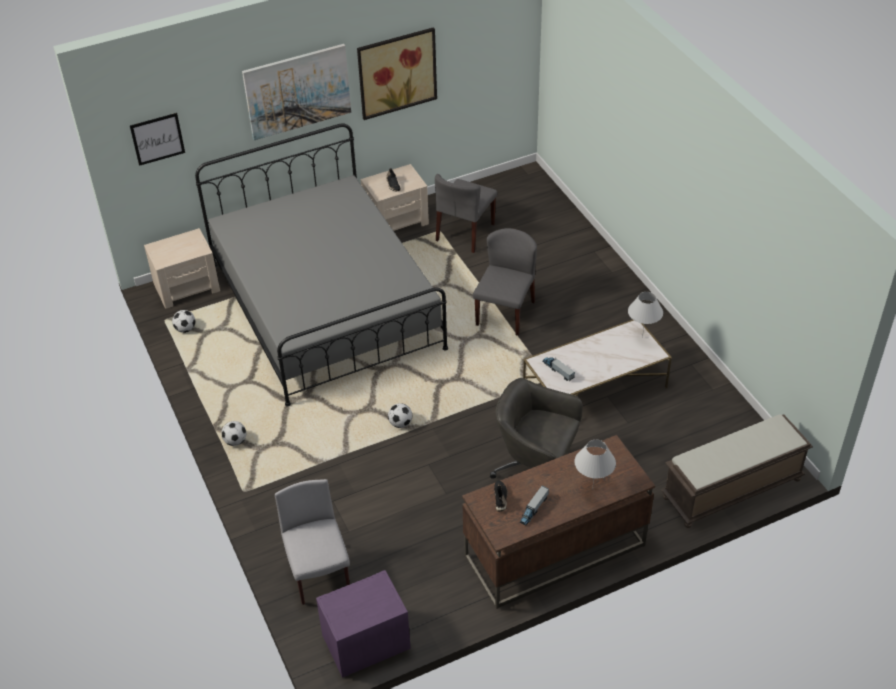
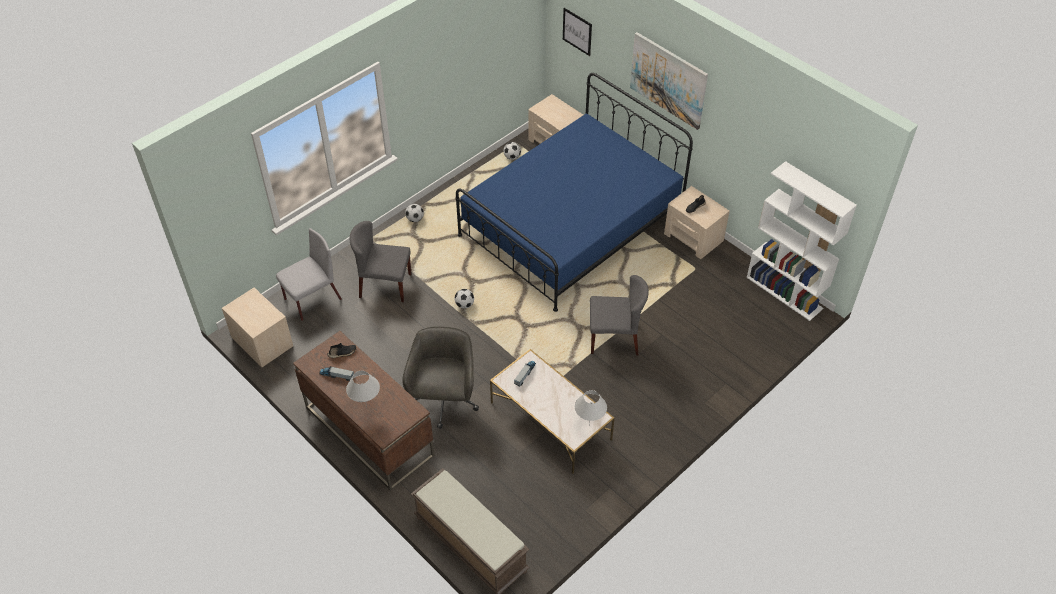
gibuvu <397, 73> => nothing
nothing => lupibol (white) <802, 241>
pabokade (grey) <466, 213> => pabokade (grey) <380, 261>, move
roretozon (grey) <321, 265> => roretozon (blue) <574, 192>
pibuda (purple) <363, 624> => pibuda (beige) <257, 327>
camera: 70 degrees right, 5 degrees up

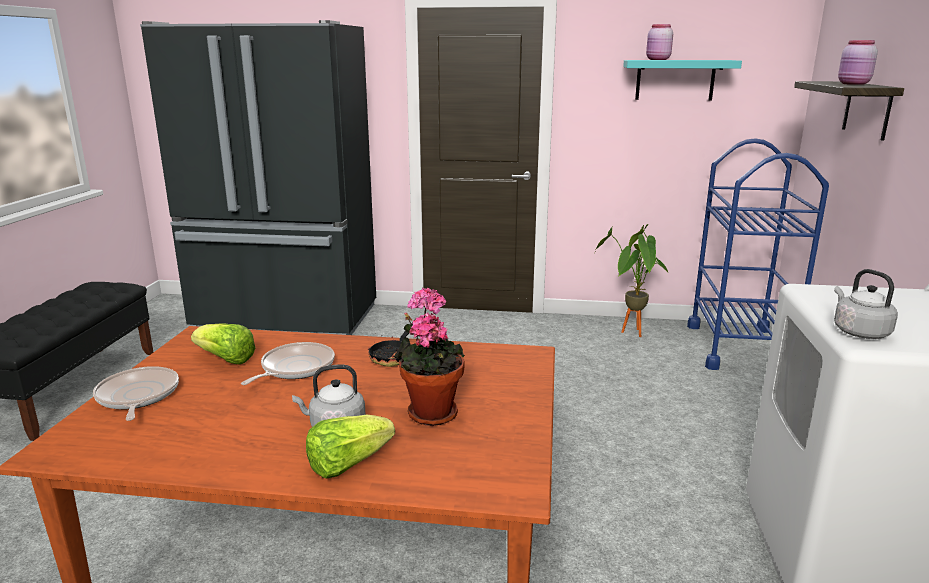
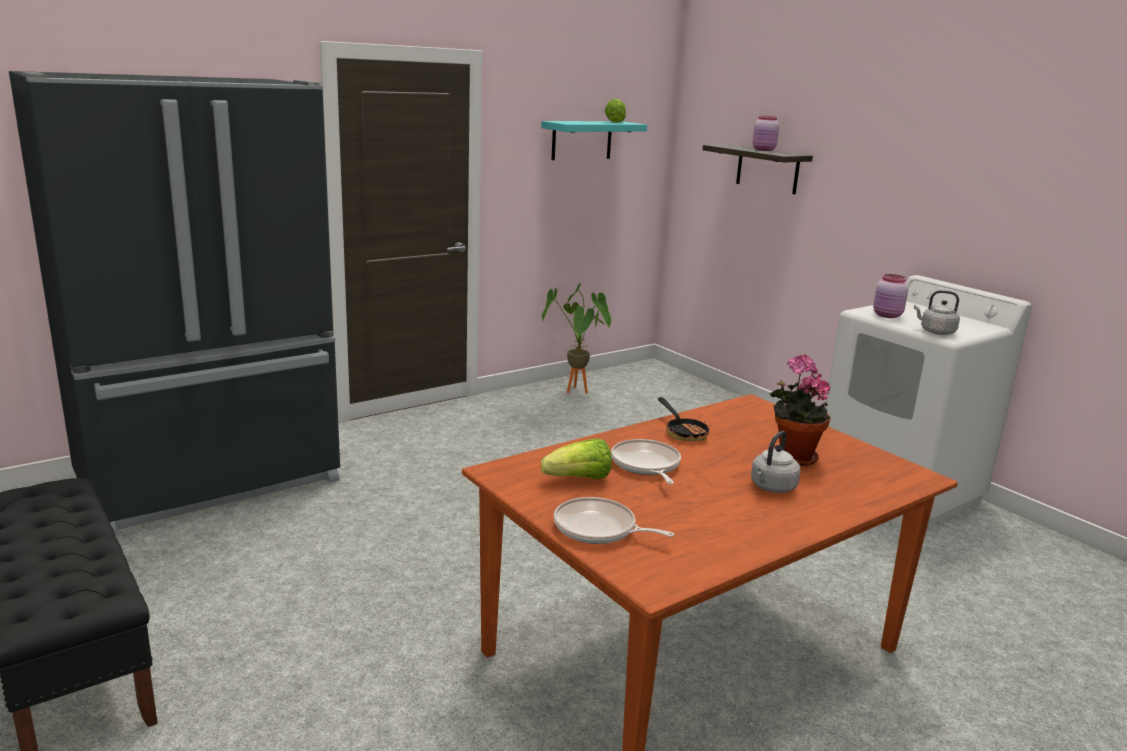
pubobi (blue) <758, 254> => nothing
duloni <350, 446> => duloni <615, 111>, move
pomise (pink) <659, 42> => pomise (pink) <891, 296>, move
camera: 45 degrees left, 0 degrees up

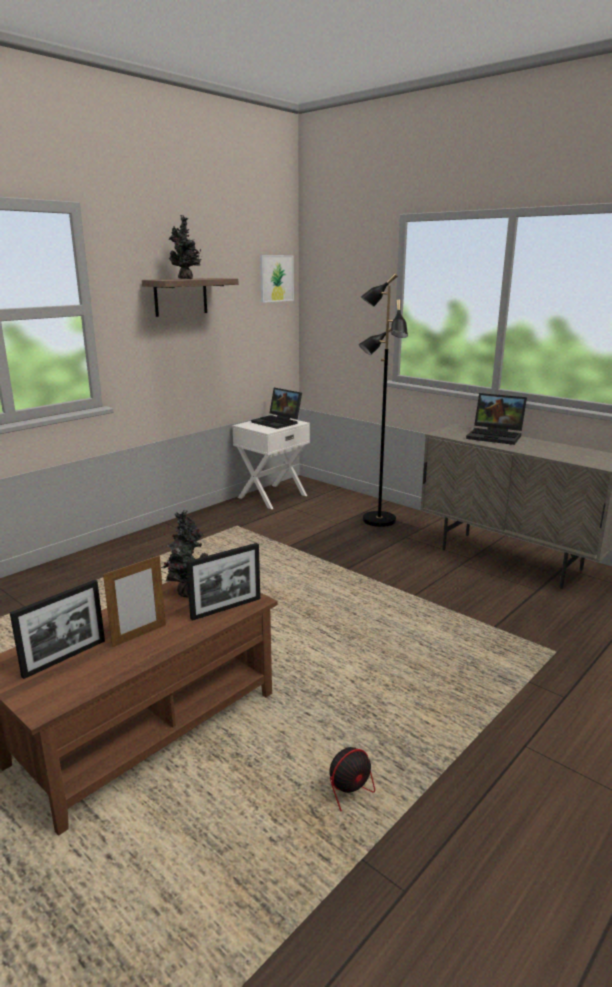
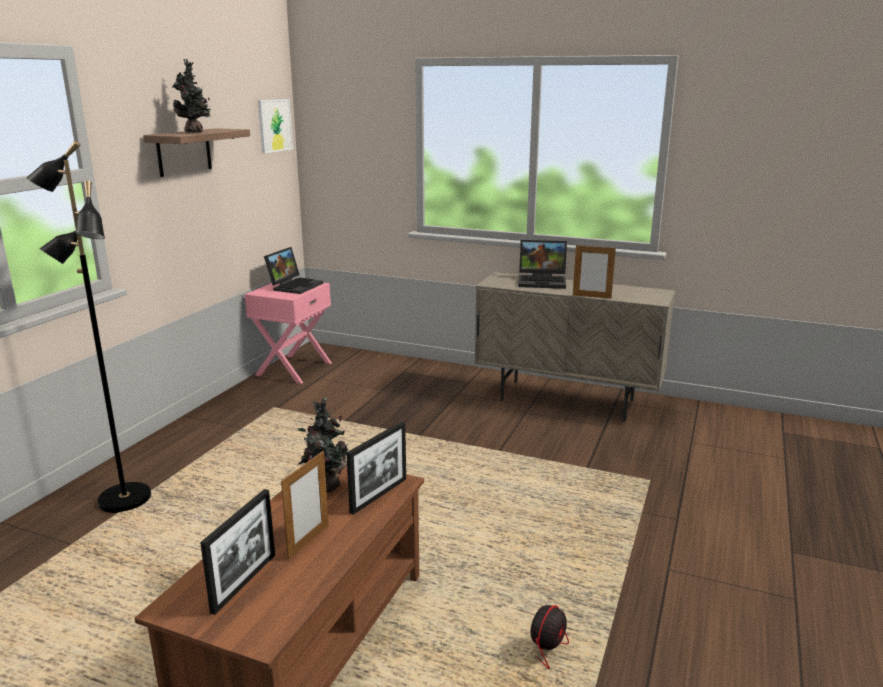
nothing => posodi <594, 272>
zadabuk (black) <383, 400> => zadabuk (black) <89, 327>, move
pibuda (white) <271, 462> => pibuda (pink) <288, 331>
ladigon <276, 408> => ladigon <293, 270>, 90 degrees counterclockwise
camera: 20 degrees left, 0 degrees up

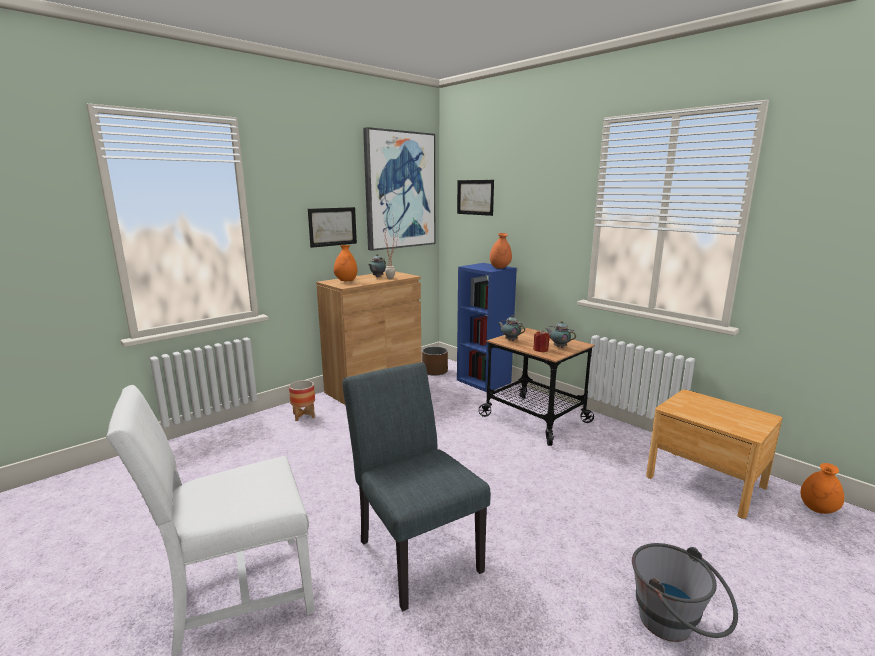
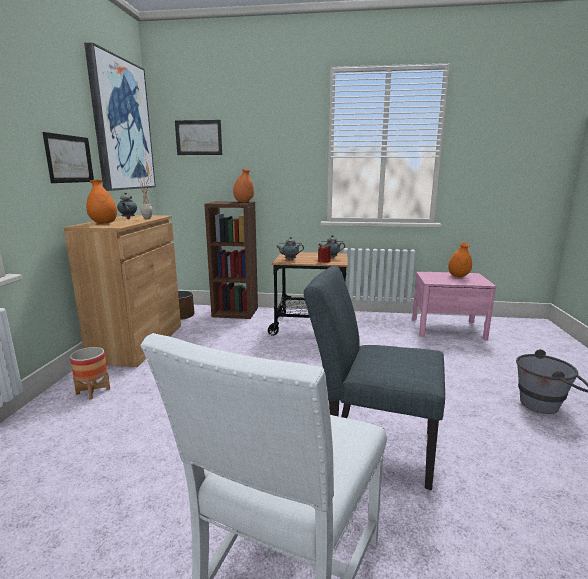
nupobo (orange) <822, 488> => nupobo (orange) <460, 260>, move
lupibol (blue) <487, 327> => lupibol (brown) <231, 260>
pibuda (brown) <714, 454> => pibuda (pink) <454, 305>
camera: 40 degrees left, 0 degrees up

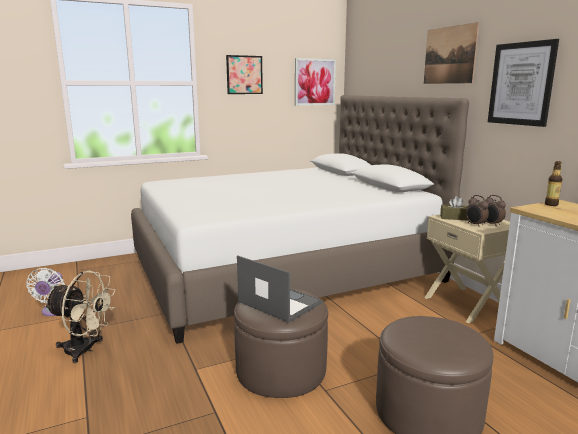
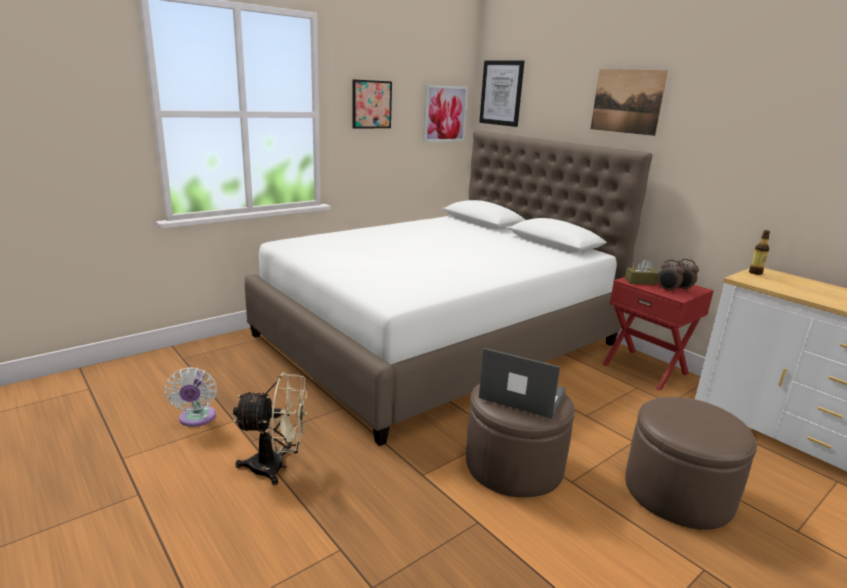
gibuvu <523, 83> => gibuvu <501, 93>, move
pibuda (beige) <467, 268> => pibuda (red) <658, 334>
camera: 15 degrees left, 5 degrees up

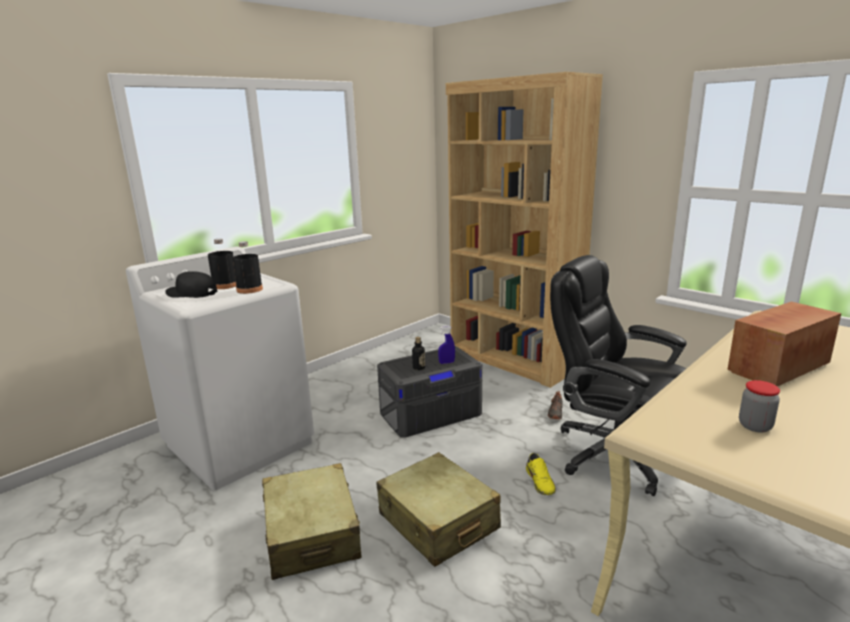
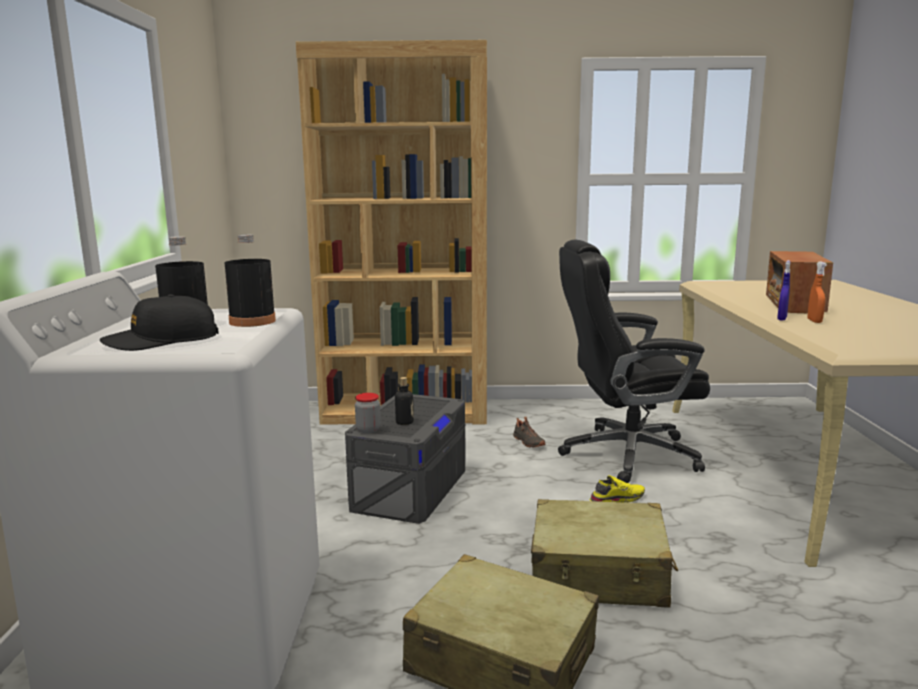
nothing => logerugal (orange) <817, 292>
logerugal (blue) <446, 345> => logerugal (blue) <784, 290>, move
pomise <759, 406> => pomise <368, 413>, move
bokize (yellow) <541, 474> => bokize (yellow) <617, 488>, 60 degrees counterclockwise
camera: 45 degrees left, 5 degrees down

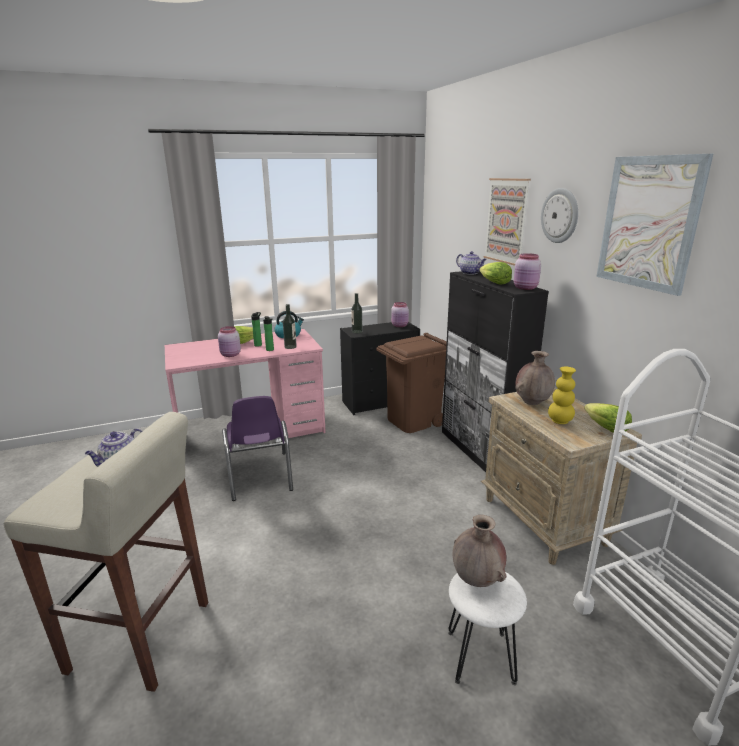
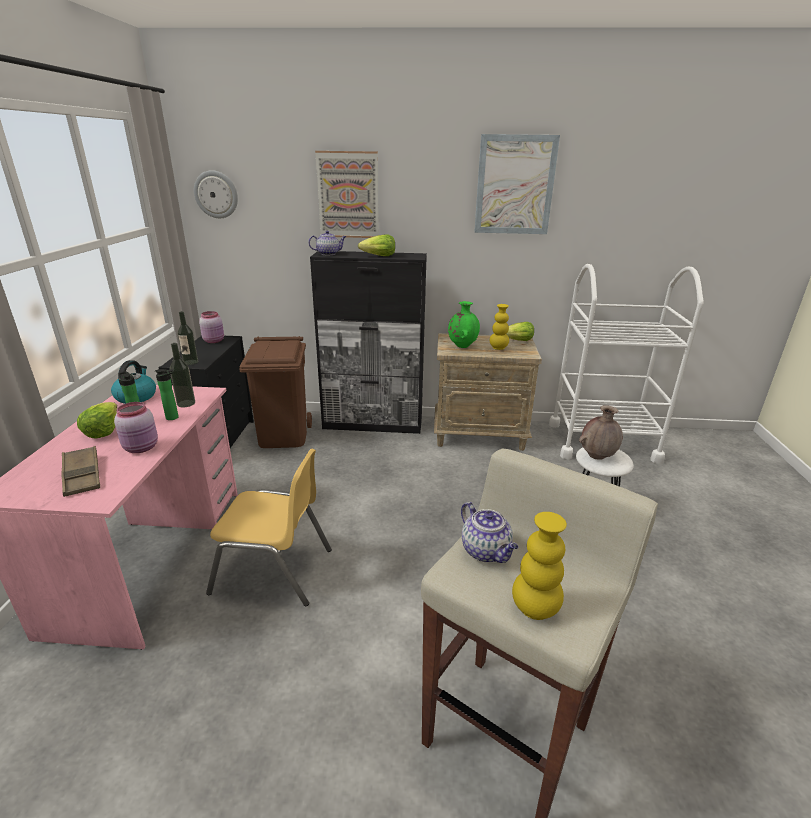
pomise (pink) <527, 271> => nothing
nothing => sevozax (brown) <80, 471>
nothing => nupobo (yellow) <539, 566>
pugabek <559, 215> => pugabek <216, 194>, move
pabokade (purple) <257, 448> => pabokade (yellow) <269, 527>
nupobo (brown) <535, 378> => nupobo (green) <464, 324>
camera: 65 degrees left, 5 degrees up

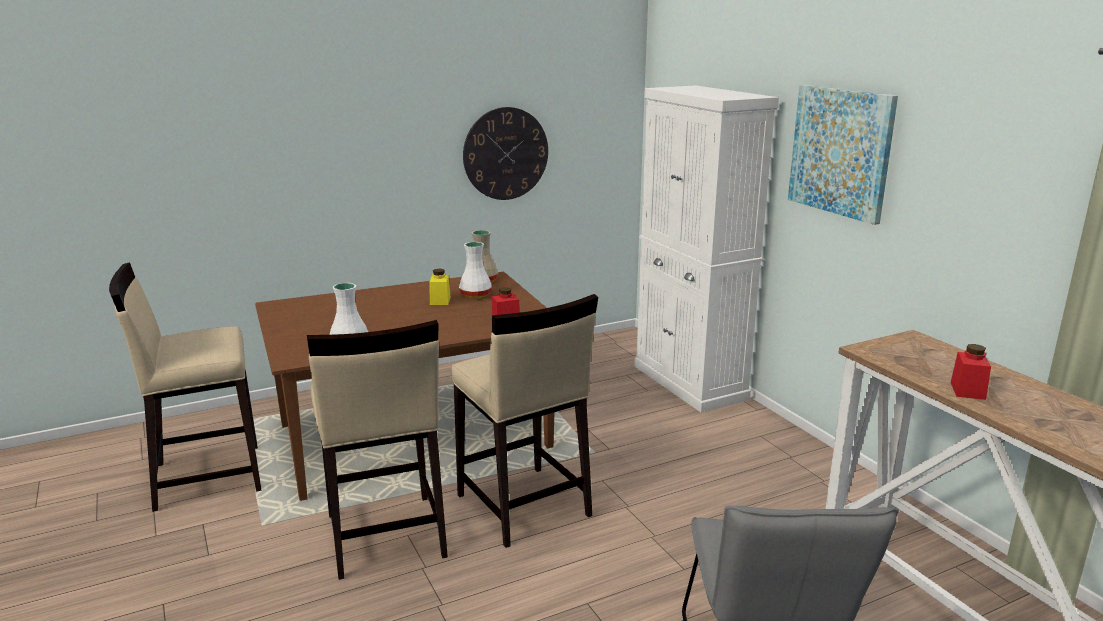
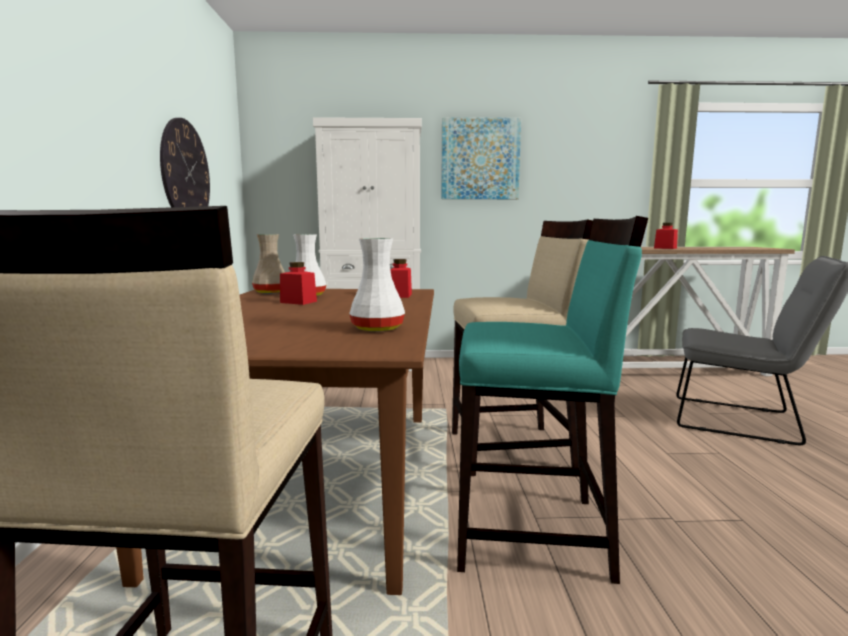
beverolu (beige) <377, 450> => beverolu (turquoise) <552, 400>
pomise (yellow) <439, 287> => pomise (red) <298, 283>
camera: 65 degrees left, 10 degrees down

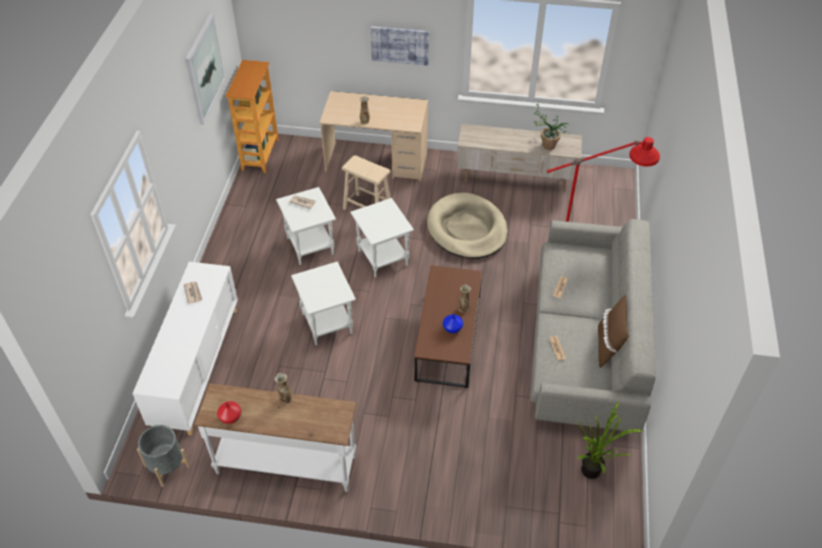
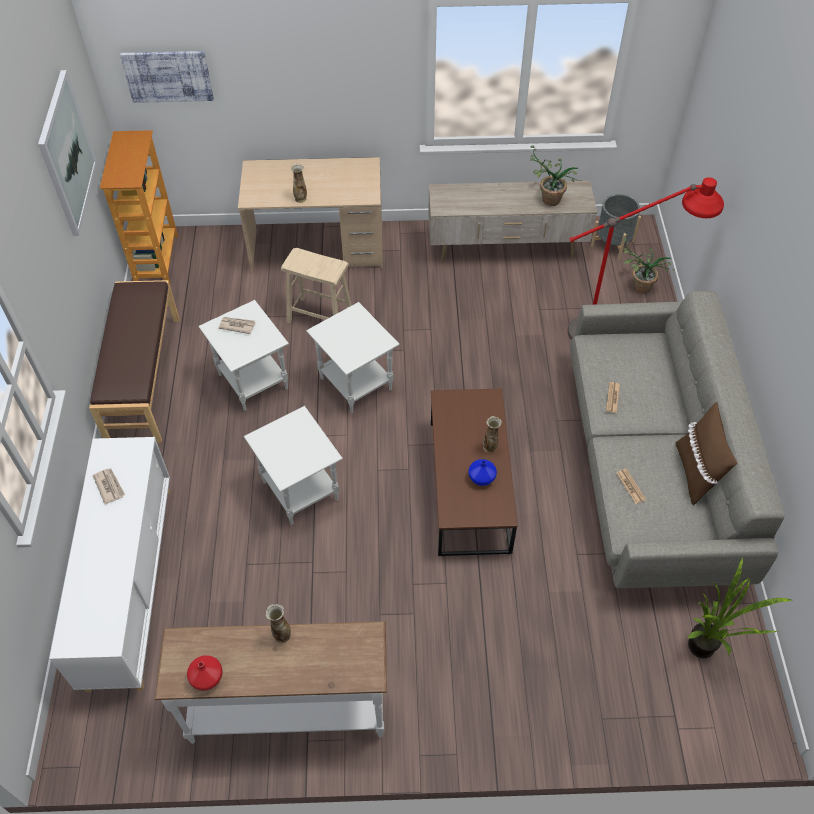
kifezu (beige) <467, 225> => nothing
nothing => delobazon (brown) <134, 361>
nothing => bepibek <649, 266>
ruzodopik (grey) <163, 456> => ruzodopik (grey) <616, 227>, move
gibuvu <400, 46> => gibuvu <167, 77>, move
camera: 10 degrees left, 5 degrees up

